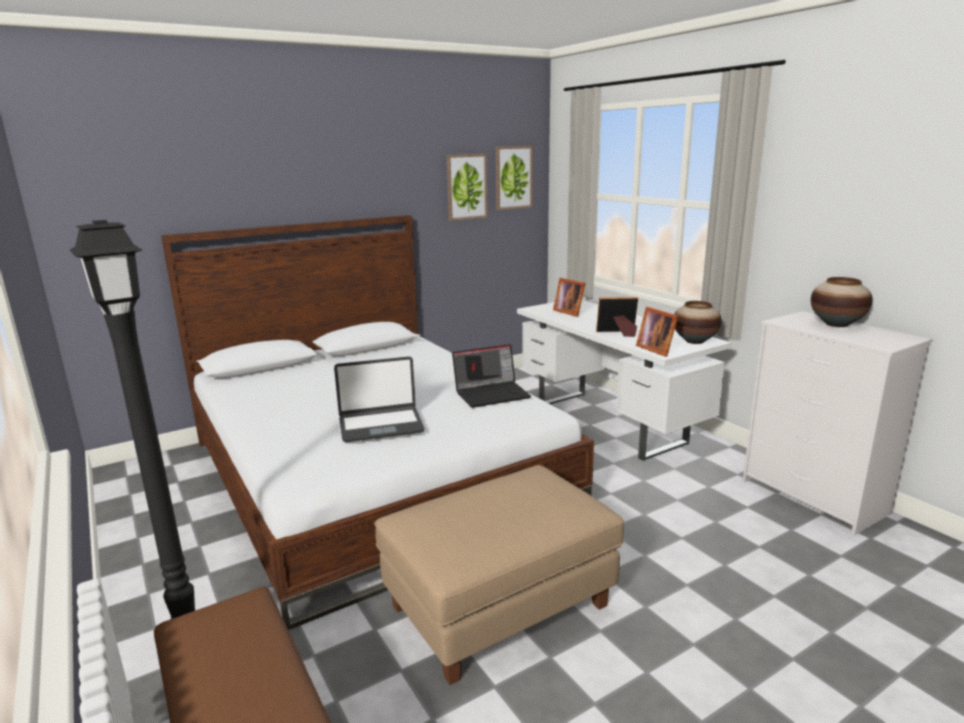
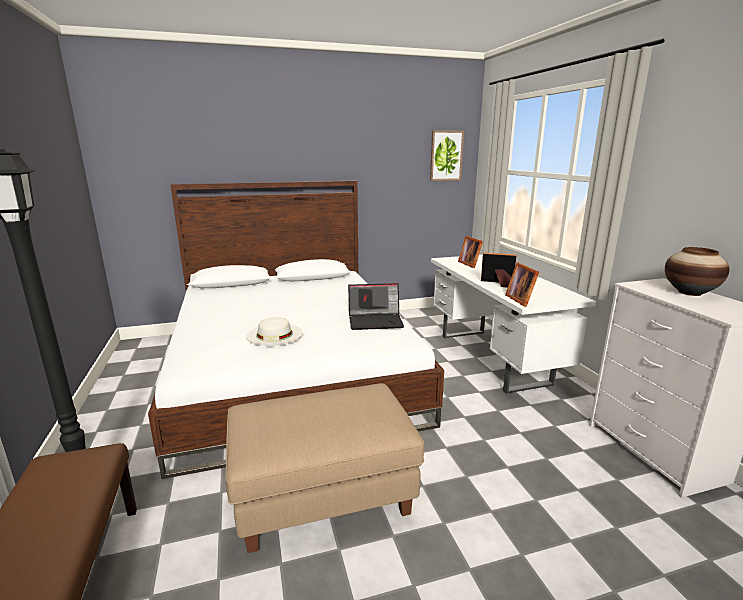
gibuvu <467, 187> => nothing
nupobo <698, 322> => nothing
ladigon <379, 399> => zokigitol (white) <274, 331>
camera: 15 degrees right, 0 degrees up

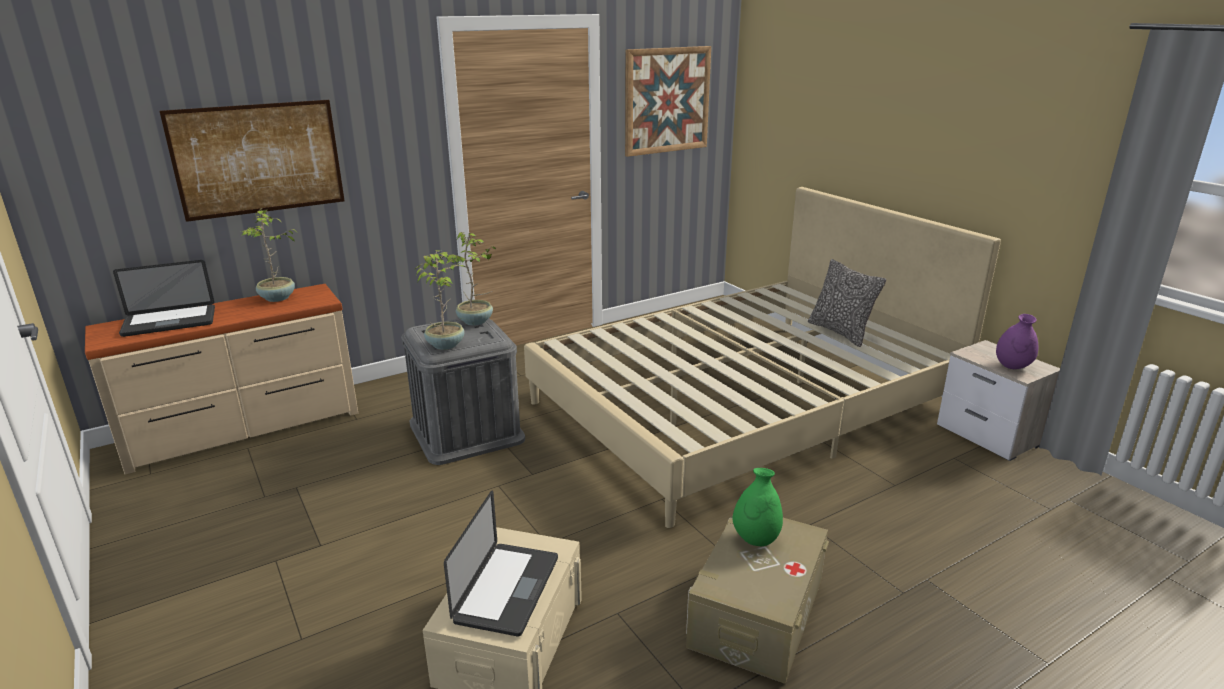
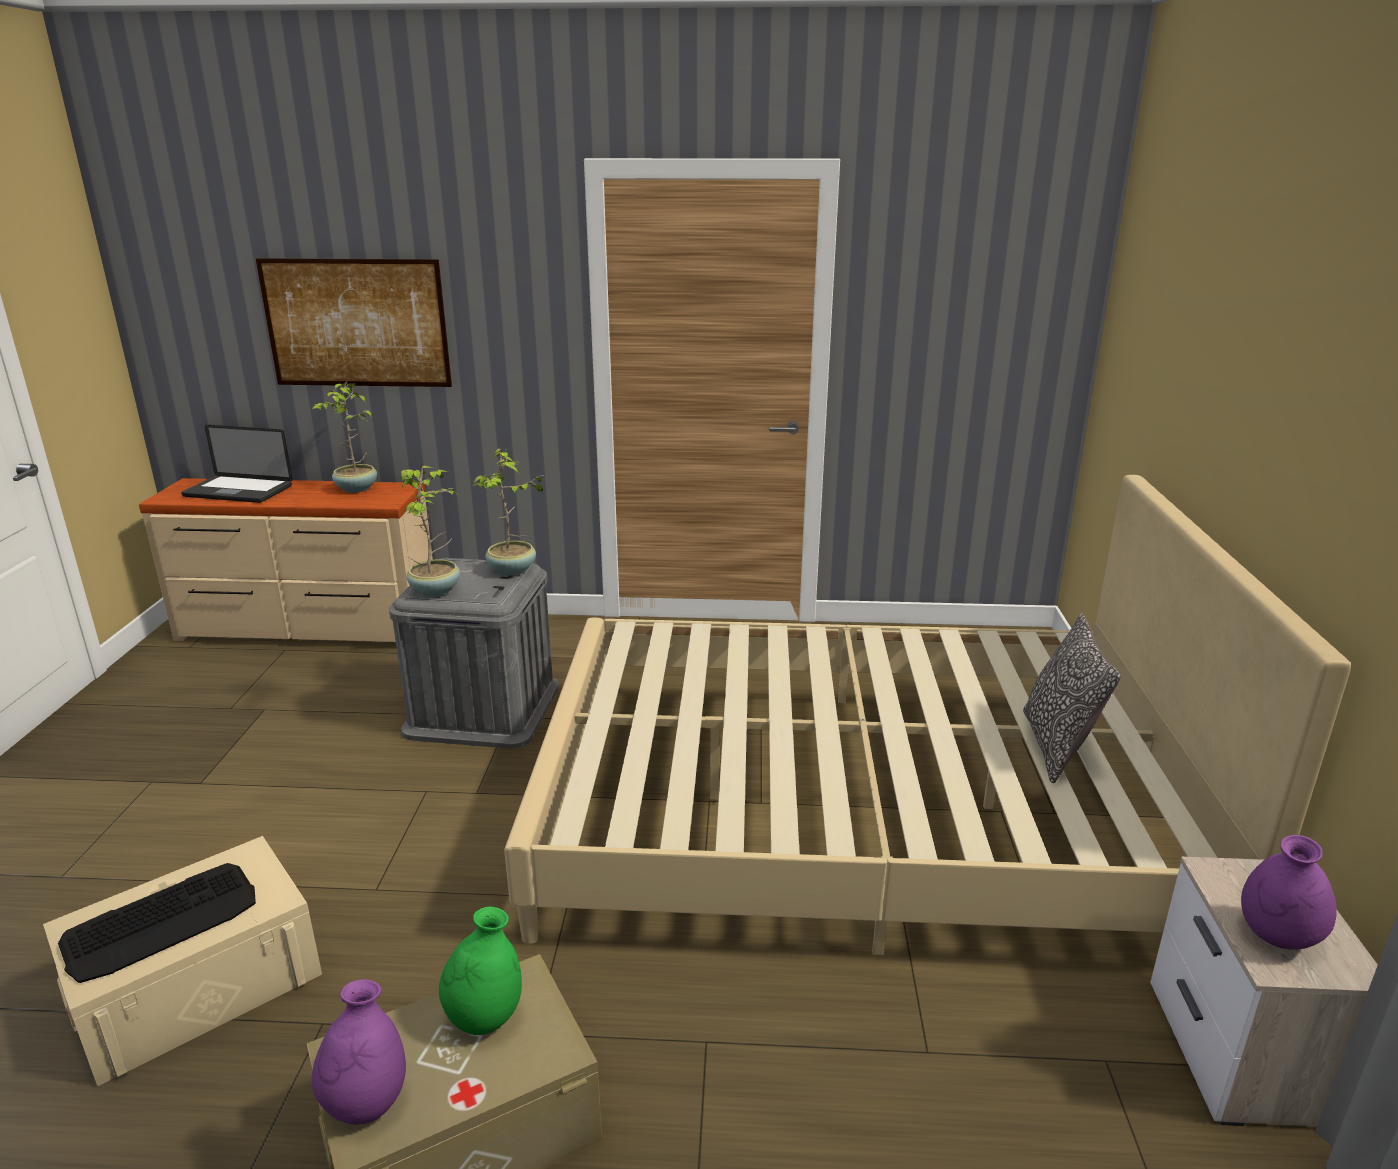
gibuvu <668, 101> => nothing
nothing => nupobo (purple) <359, 1052>
ladigon <501, 563> => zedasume <157, 923>
camera: 35 degrees right, 0 degrees up

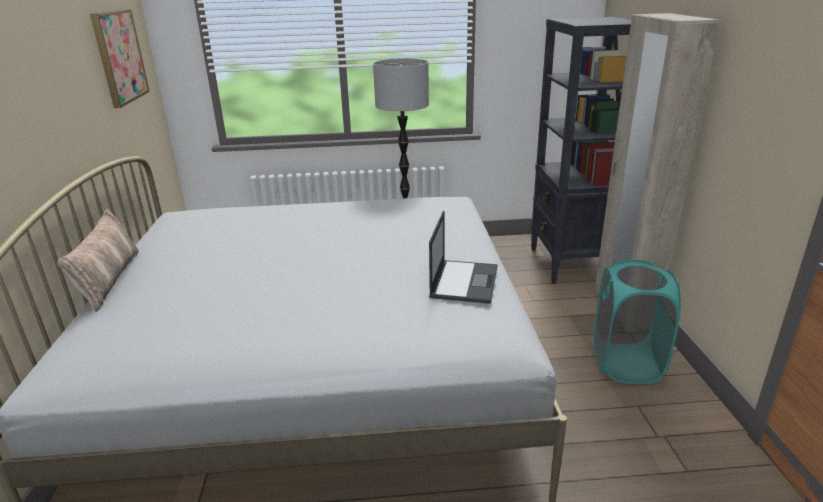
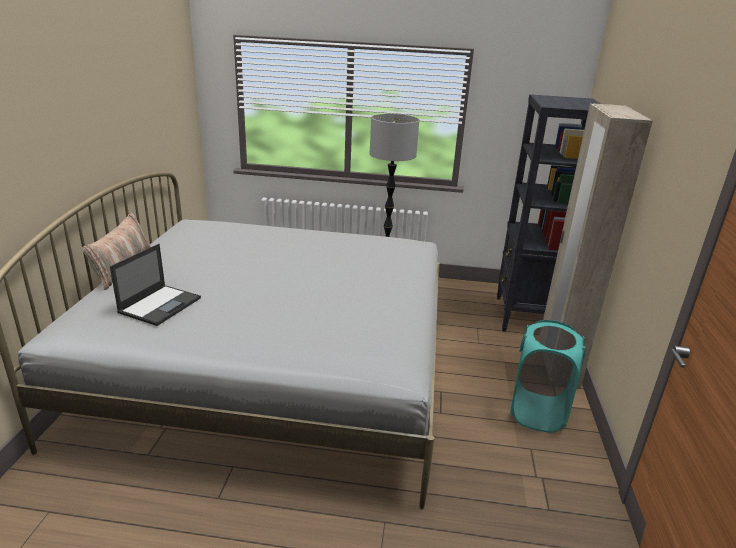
gibuvu <120, 58> => nothing
ladigon <463, 257> => ladigon <155, 285>, move
camera: 10 degrees right, 0 degrees up

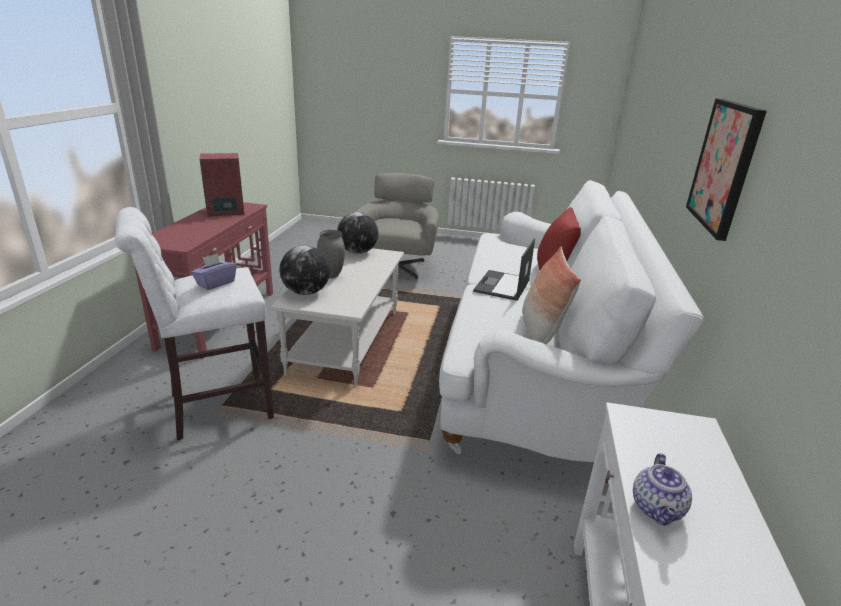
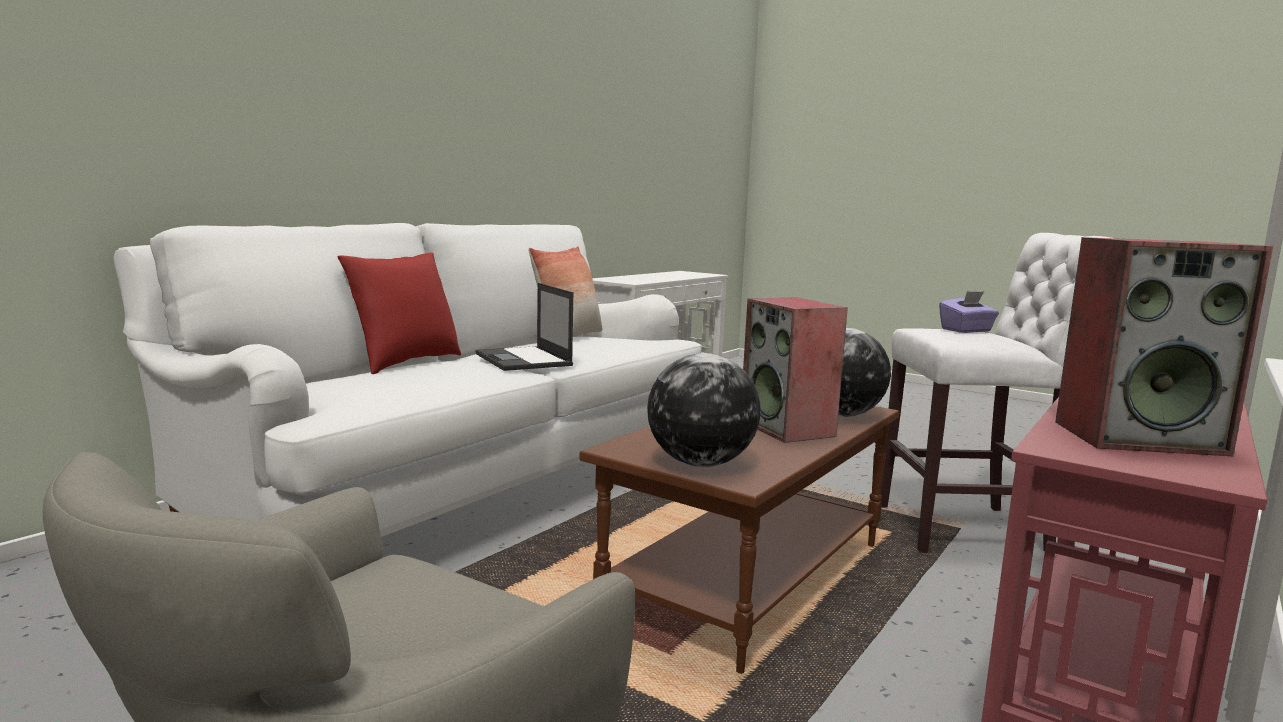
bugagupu <662, 489> => nothing
gibuvu <726, 169> => nothing
nupobo (grey) <331, 254> => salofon <795, 370>
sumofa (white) <337, 317> => sumofa (brown) <739, 540>
ladigon <504, 269> => ladigon <524, 327>, 105 degrees clockwise
camera: 155 degrees left, 15 degrees down

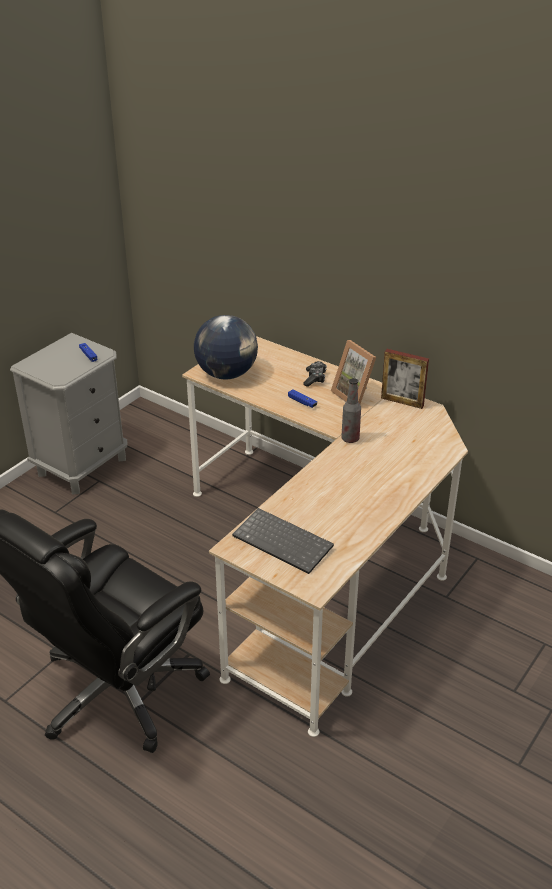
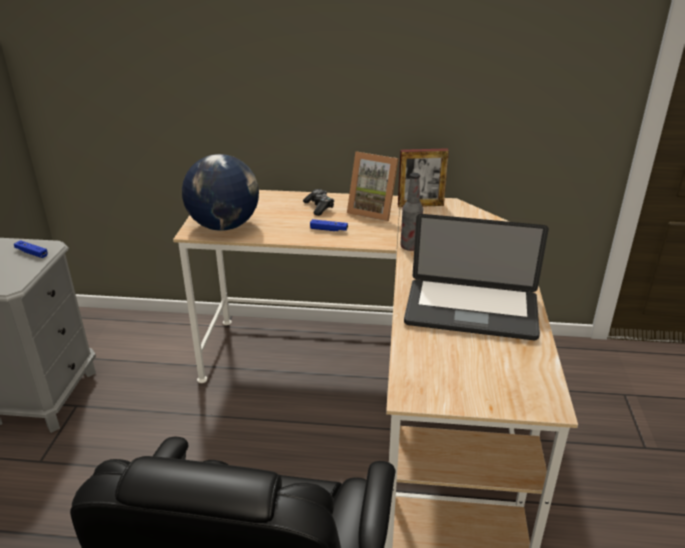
zedasume <283, 541> => nothing
nothing => ladigon <476, 277>
camera: 30 degrees left, 5 degrees down

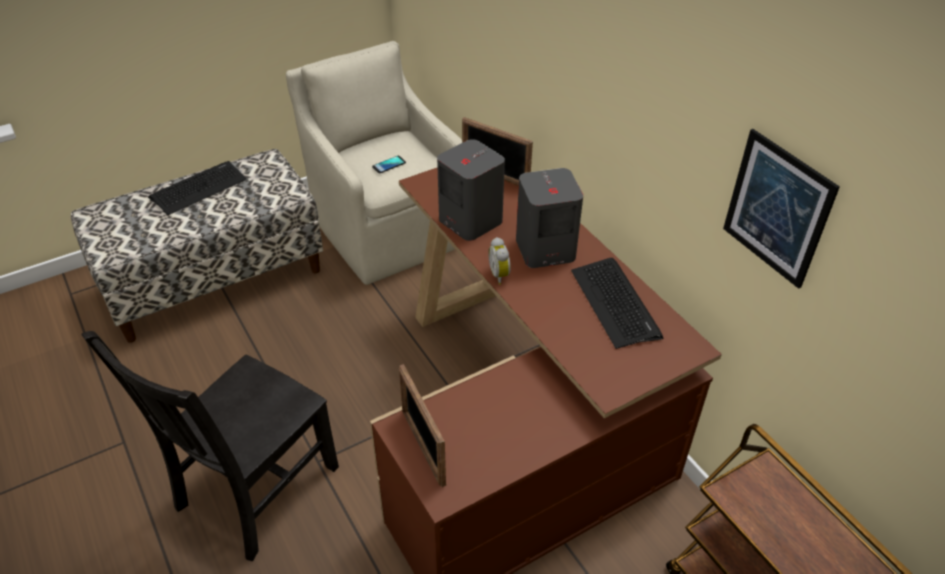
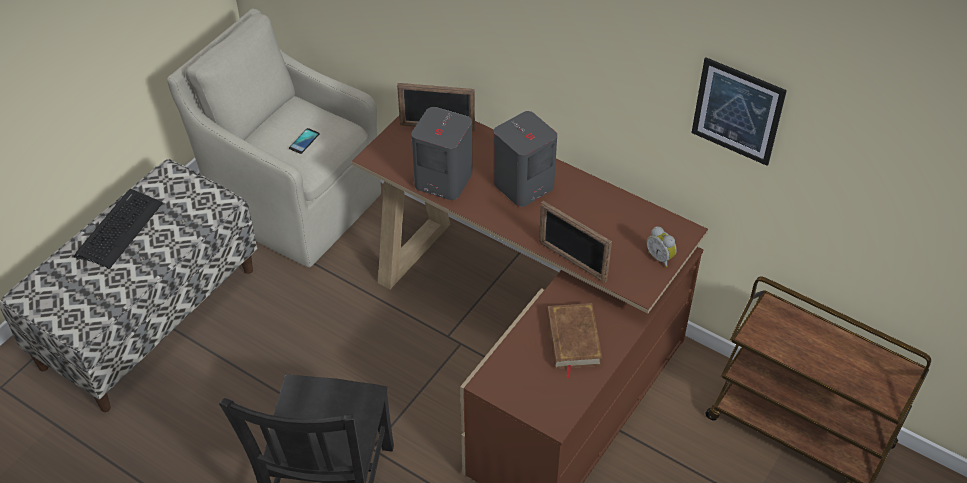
zedasume <617, 303> => nothing
nothing => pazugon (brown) <574, 341>
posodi <422, 425> => posodi <575, 242>, move
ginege <499, 261> => ginege <662, 247>, move
camera: 25 degrees left, 5 degrees up

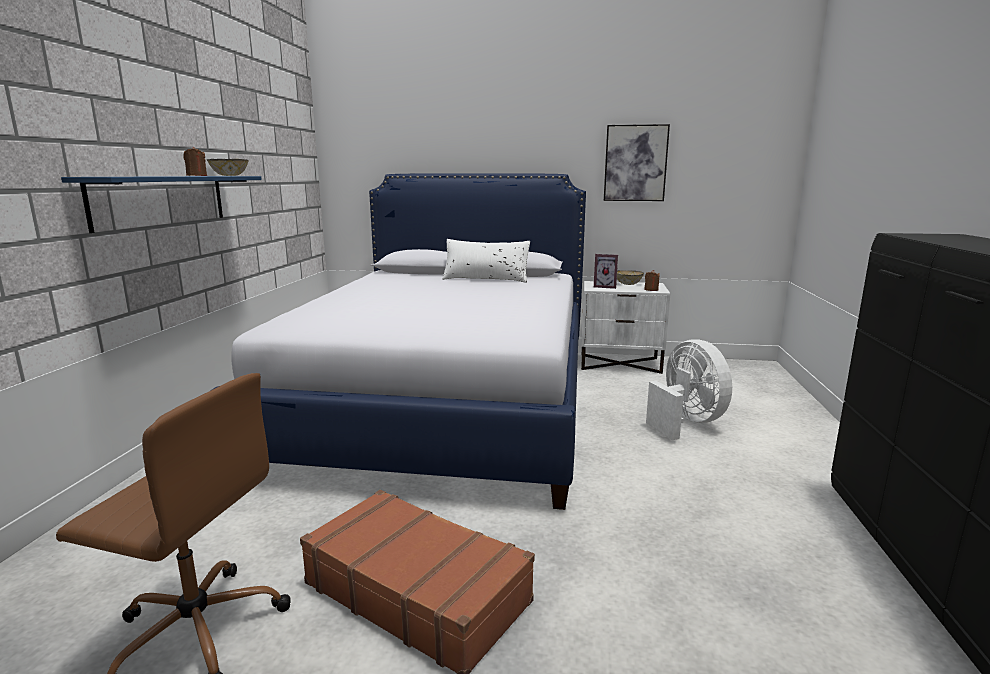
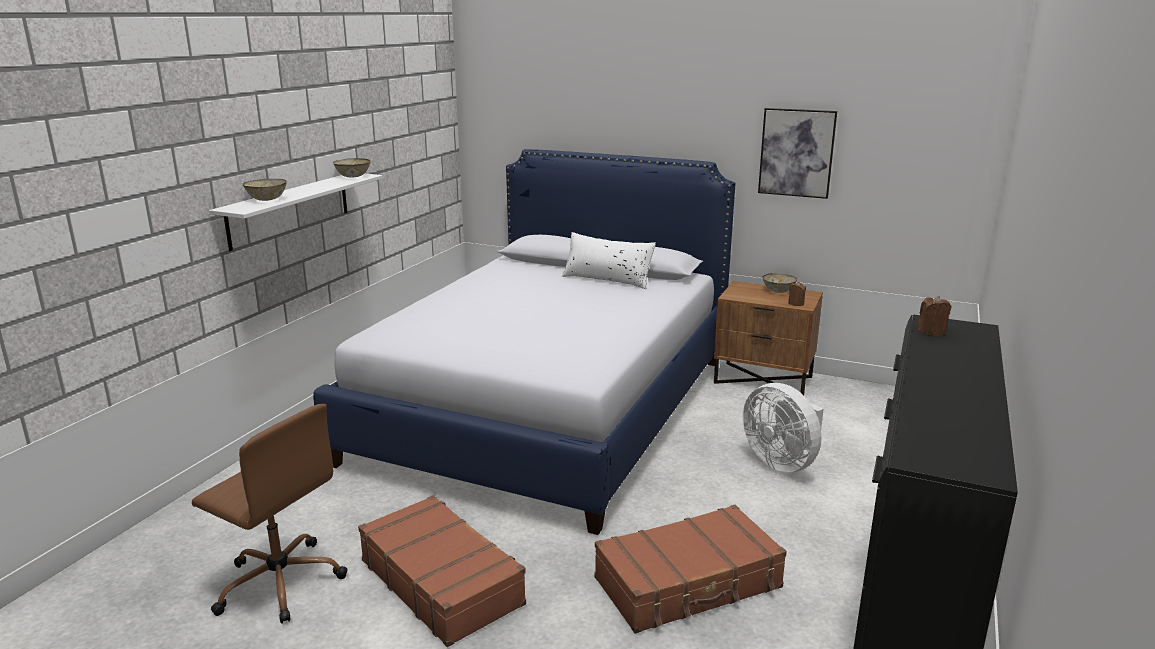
posodi <606, 271> => nothing
nothing => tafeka <265, 190>
nothing => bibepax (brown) <690, 569>
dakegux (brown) <195, 161> => dakegux (brown) <934, 316>, move
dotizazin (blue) <161, 204> => dotizazin (white) <296, 212>
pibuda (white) <625, 327> => pibuda (brown) <768, 338>
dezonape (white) <689, 389> => dezonape (white) <783, 428>, 150 degrees clockwise
camera: 15 degrees right, 5 degrees up

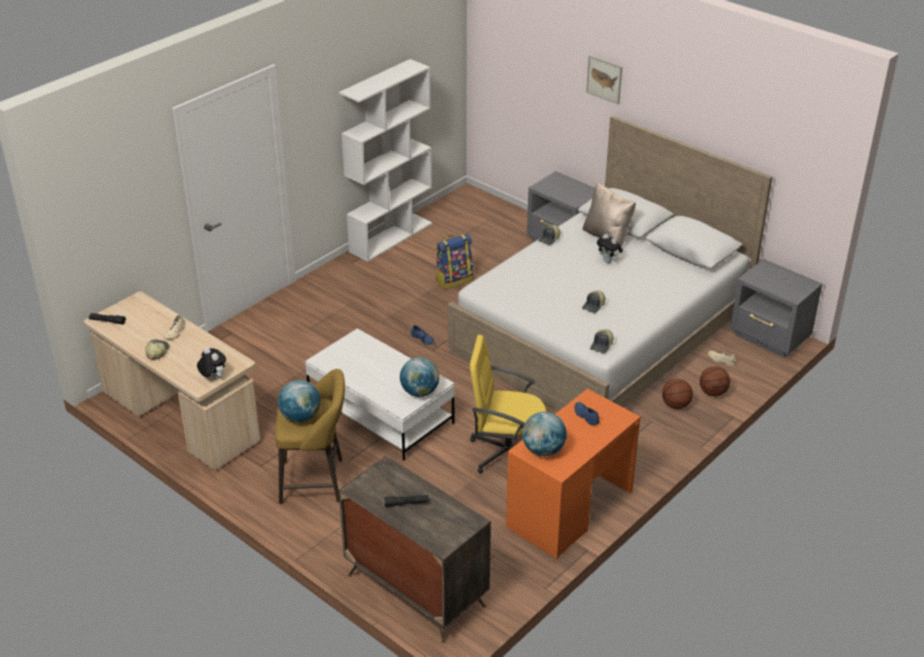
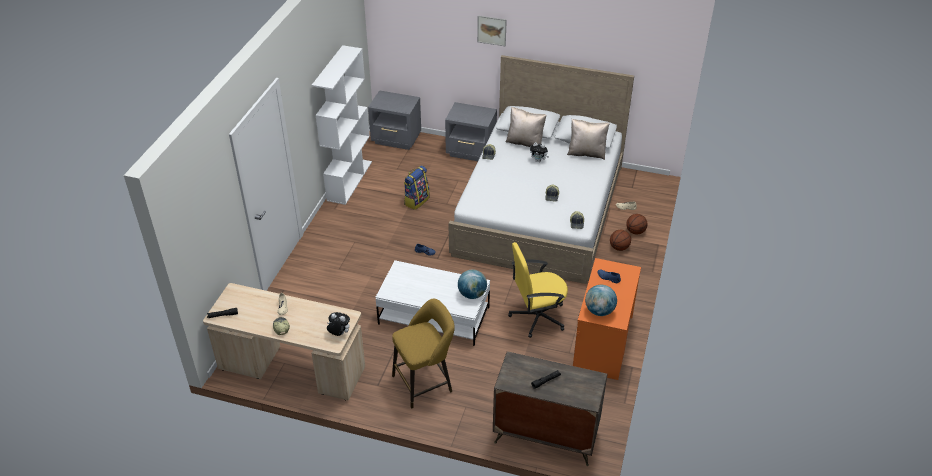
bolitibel <299, 401> => nothing
nothing => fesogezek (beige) <588, 139>
pibuda (grey) <776, 308> => pibuda (grey) <394, 120>, move
camera: 25 degrees left, 5 degrees up

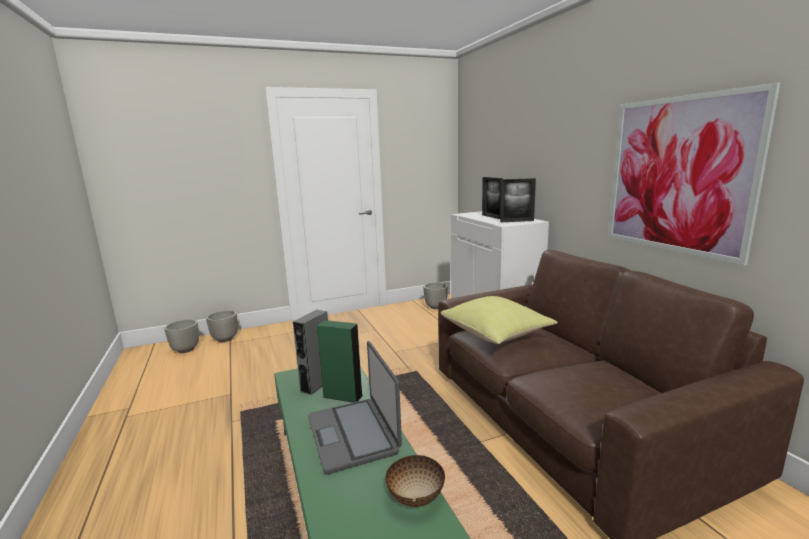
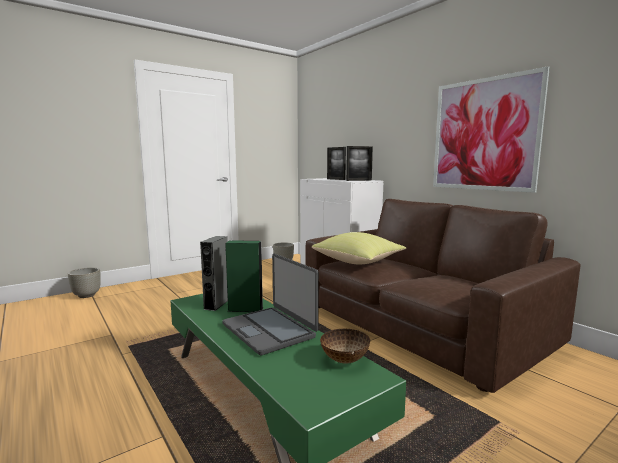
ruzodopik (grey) <182, 336> => nothing
camera: 15 degrees left, 5 degrees down

